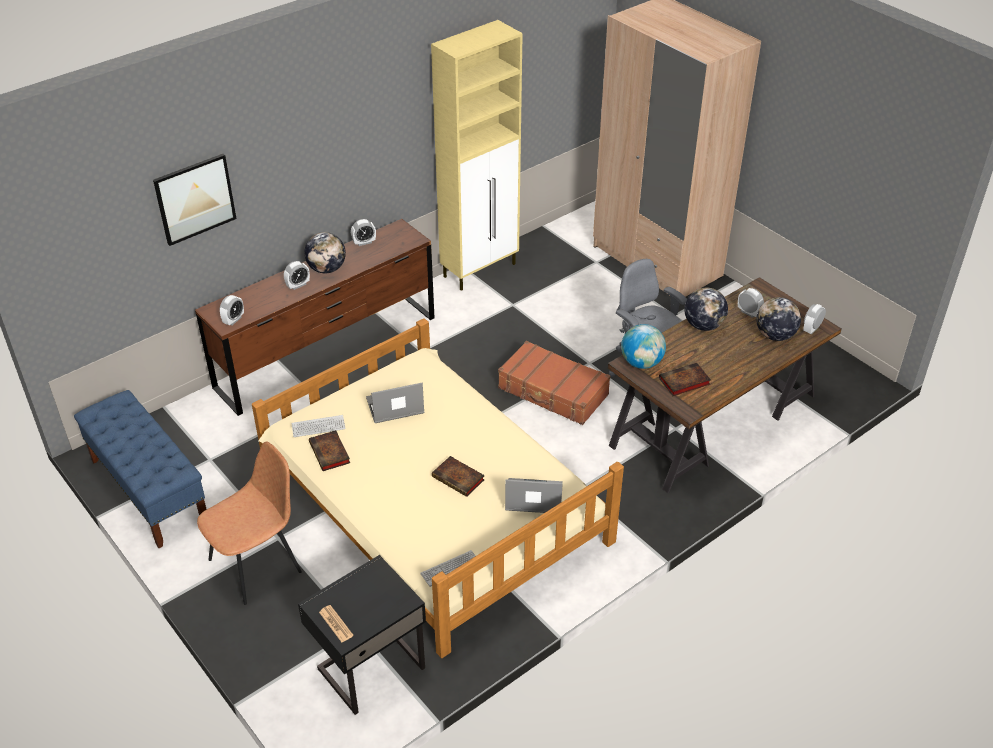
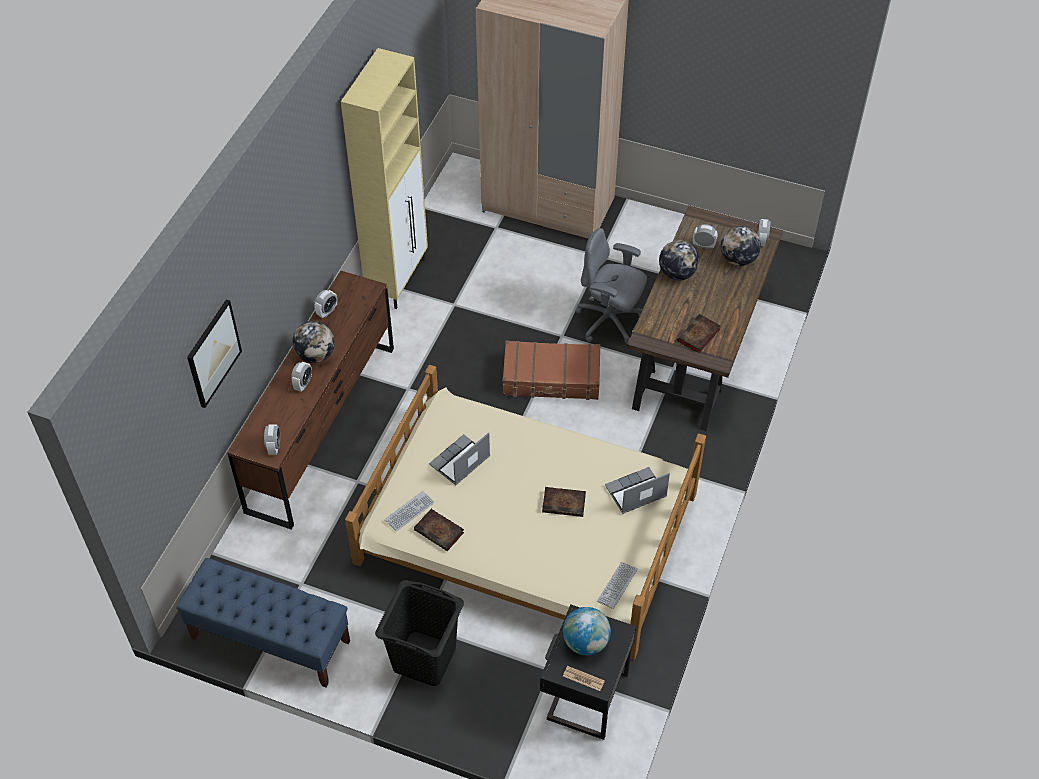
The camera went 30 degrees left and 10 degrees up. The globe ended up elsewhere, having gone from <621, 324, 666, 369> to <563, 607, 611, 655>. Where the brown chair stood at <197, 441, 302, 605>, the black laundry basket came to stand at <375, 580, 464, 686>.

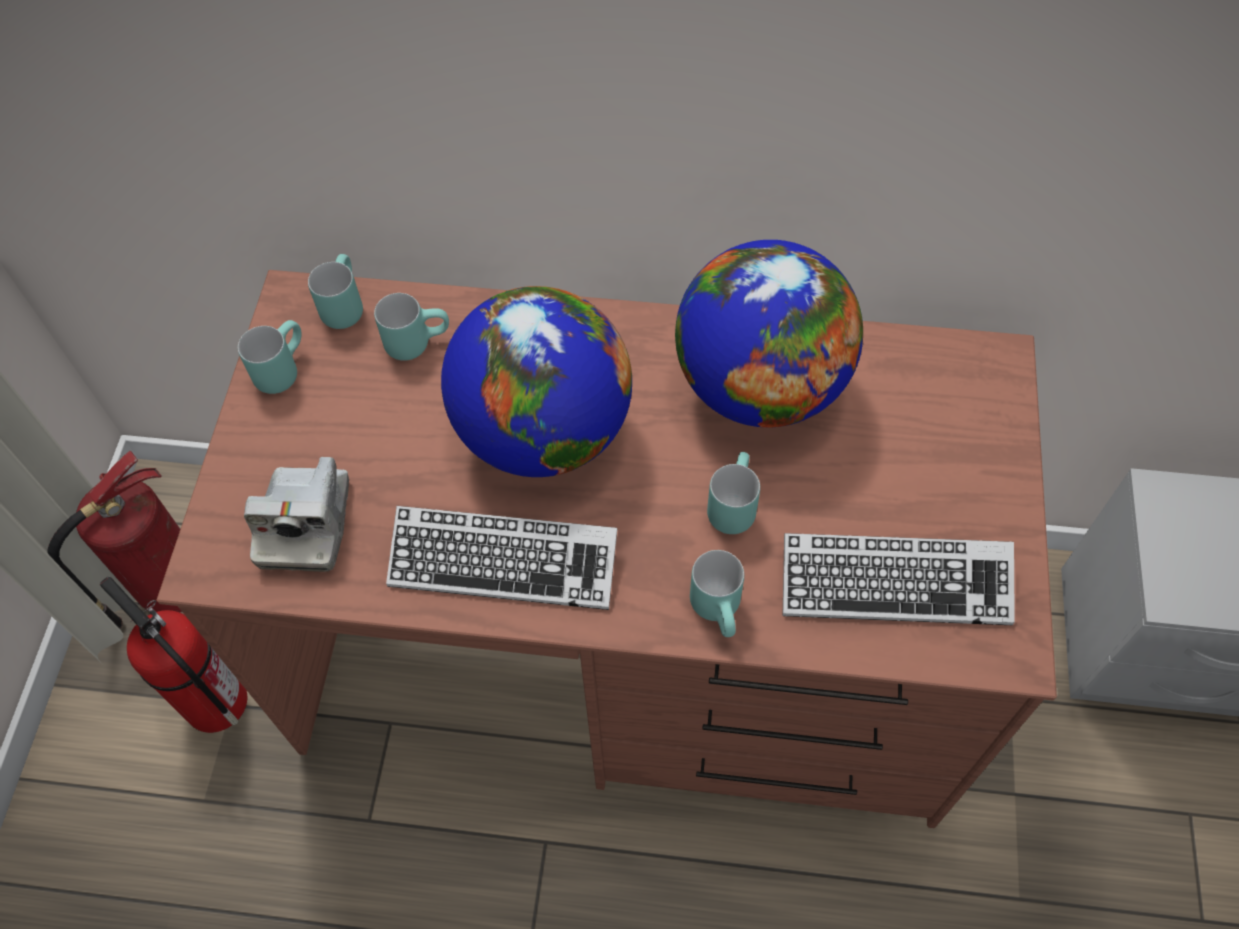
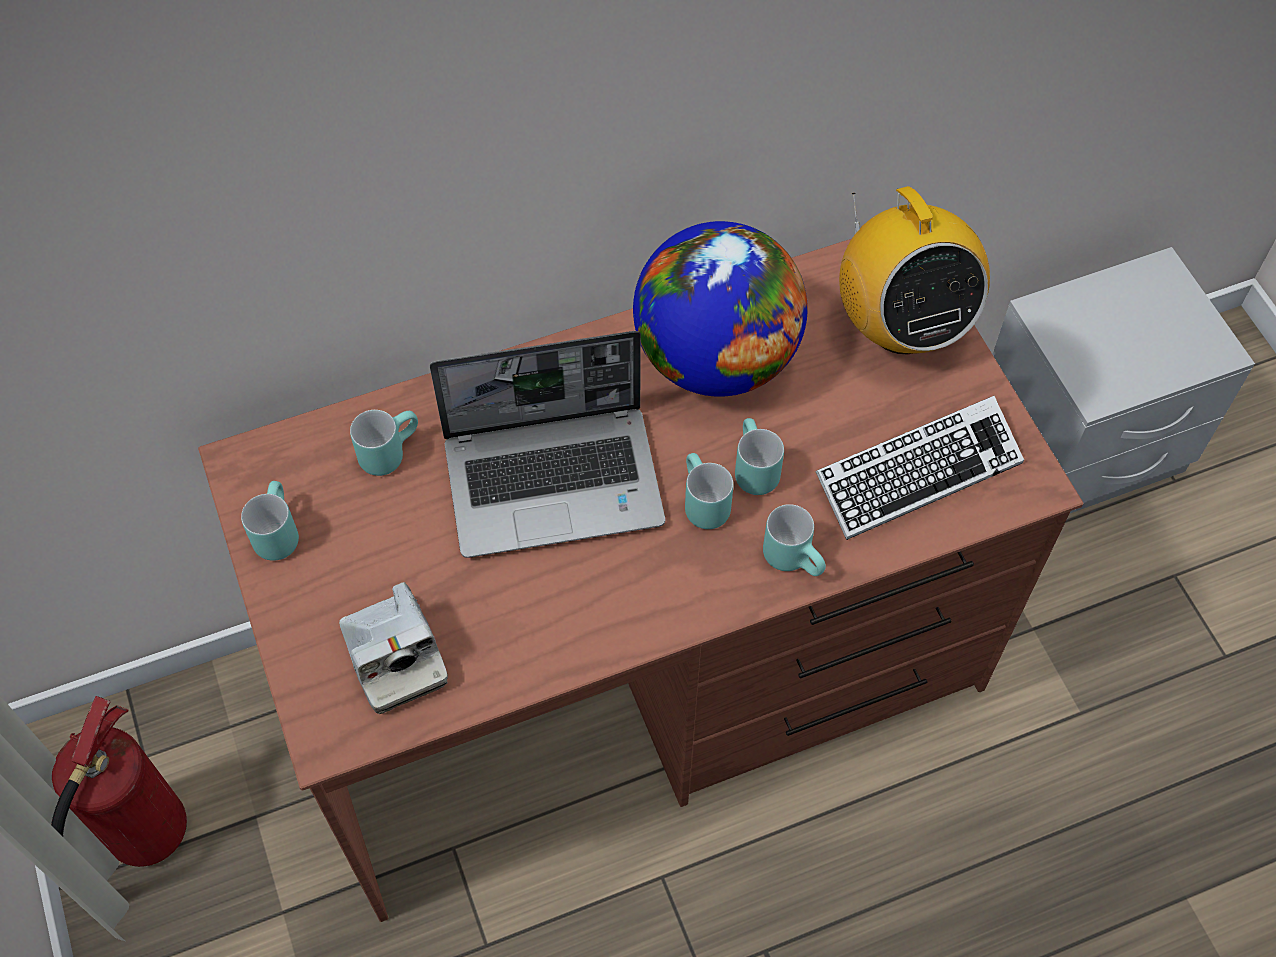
The camera went 30 degrees left and 0 degrees up. The turquoise mug ended up elsewhere, having gone from <308, 254, 363, 329> to <685, 453, 733, 529>. Where the globe stood at <441, 286, 632, 477>, the laptop came to stand at <430, 331, 665, 558>. The second view lost the keyboard at <386, 506, 618, 610>. The second view lost the fire extinguisher at <100, 577, 248, 733>. The second view gained the radio at <839, 186, 990, 354>.

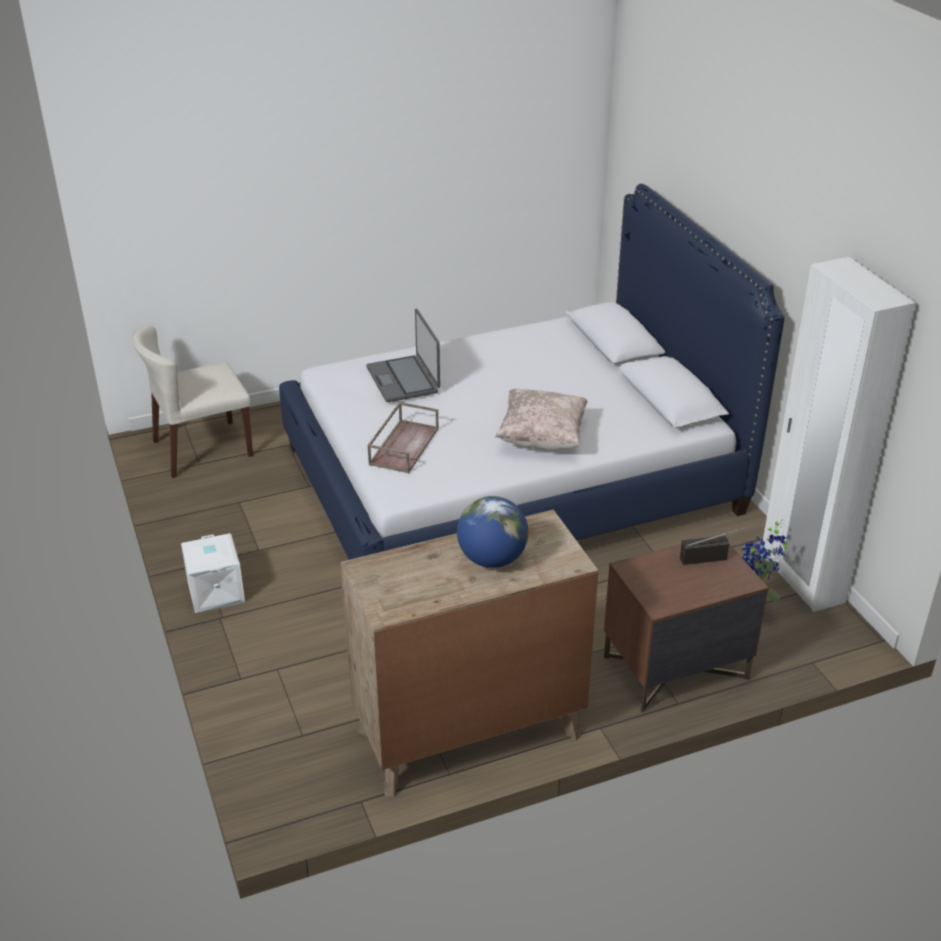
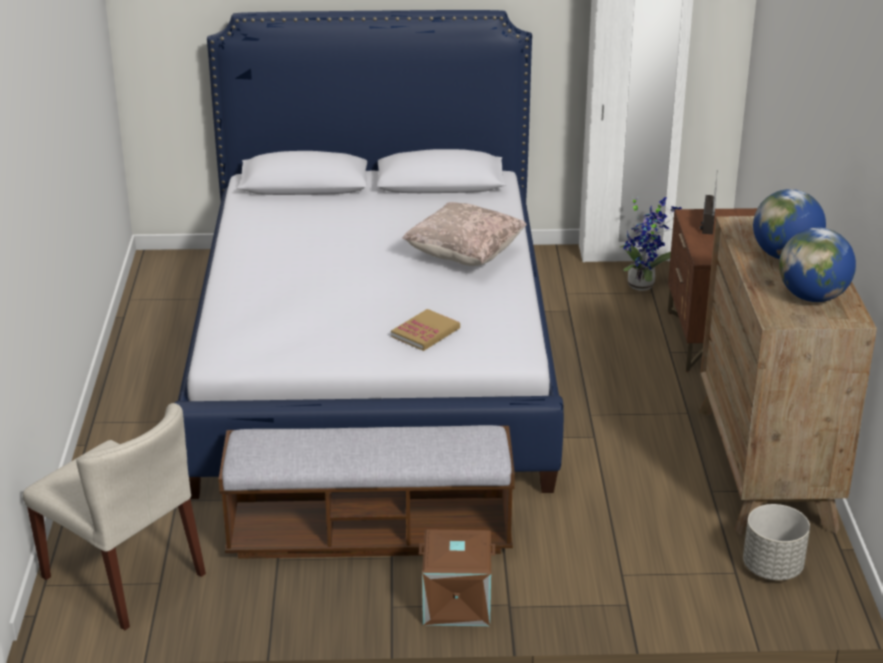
The camera went 70 degrees left and 5 degrees down. The second view lost the laptop at <367, 309, 440, 402>. The beige chair at <132, 325, 253, 478> ended up facing another way, 45 degrees counterclockwise from before. Where the brown tray stood at <367, 402, 439, 473>, the book came to stand at <391, 309, 460, 351>. What was the white storage box at <181, 533, 245, 613> turned into the brown storage box at <419, 529, 495, 626>. The second view gained the globe at <779, 227, 856, 302>. The second view gained the bench at <218, 425, 515, 559>. The second view gained the grey planter at <743, 504, 810, 580>.

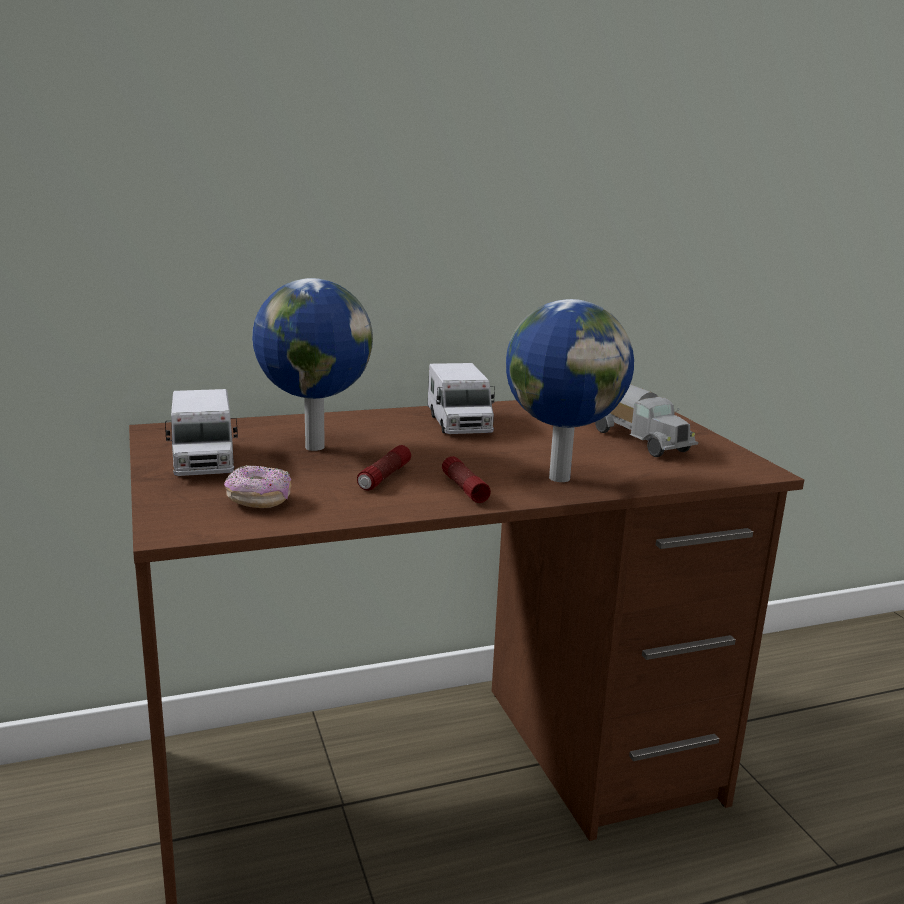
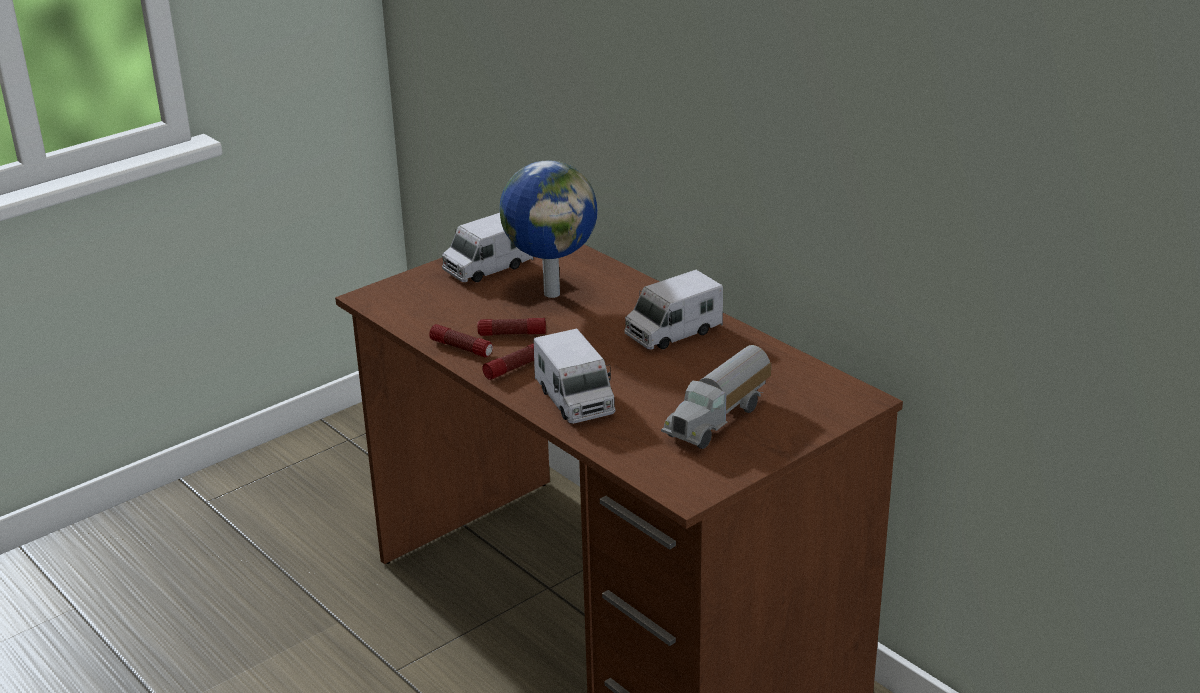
The camera went 70 degrees right and 10 degrees up. Where the globe stood at <506, 299, 634, 482>, the toy truck came to stand at <533, 329, 616, 424>. The second view lost the donut at <224, 465, 291, 508>. The second view gained the flashlight at <429, 324, 493, 357>.

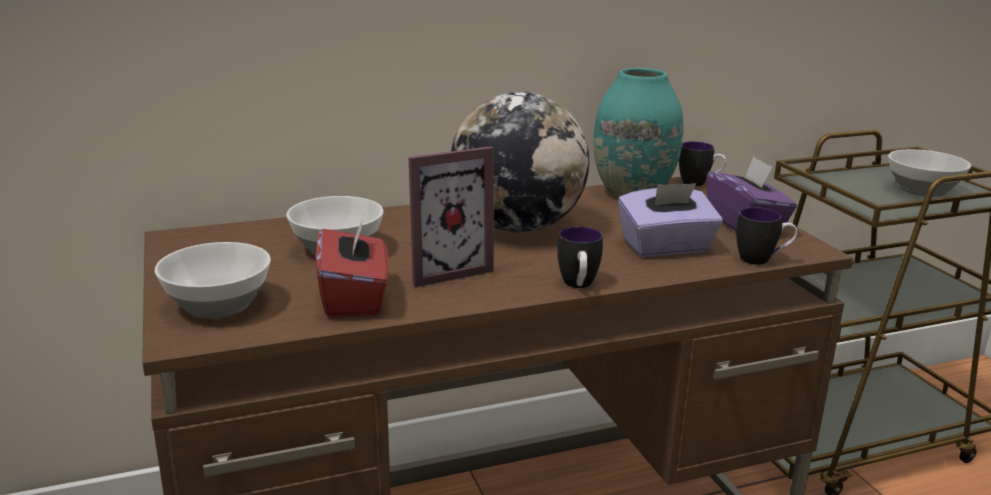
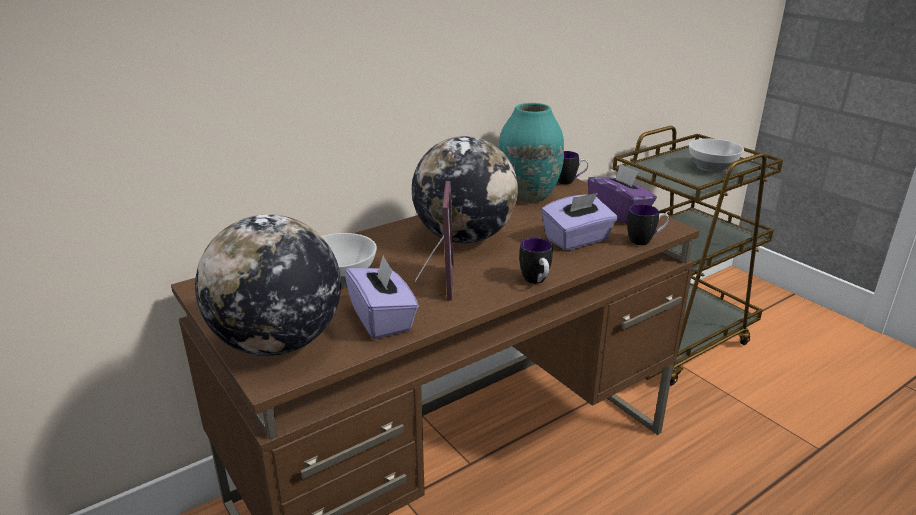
The camera went 15 degrees left and 5 degrees up. The picture frame at <409, 146, 494, 287> ended up facing another way, 45 degrees counterclockwise from before. What was the red tissue box at <316, 217, 389, 317> turned into the purple tissue box at <345, 255, 419, 339>. Where the bowl stood at <155, 242, 271, 319>, the globe came to stand at <195, 214, 341, 356>.

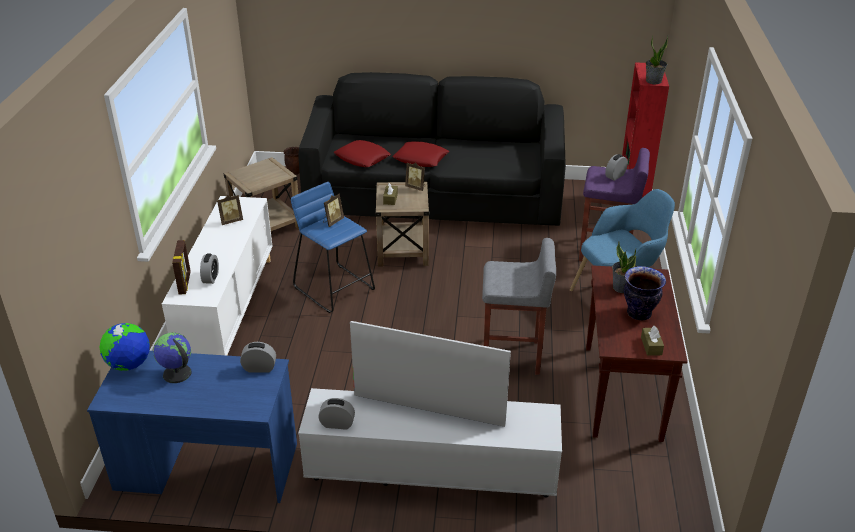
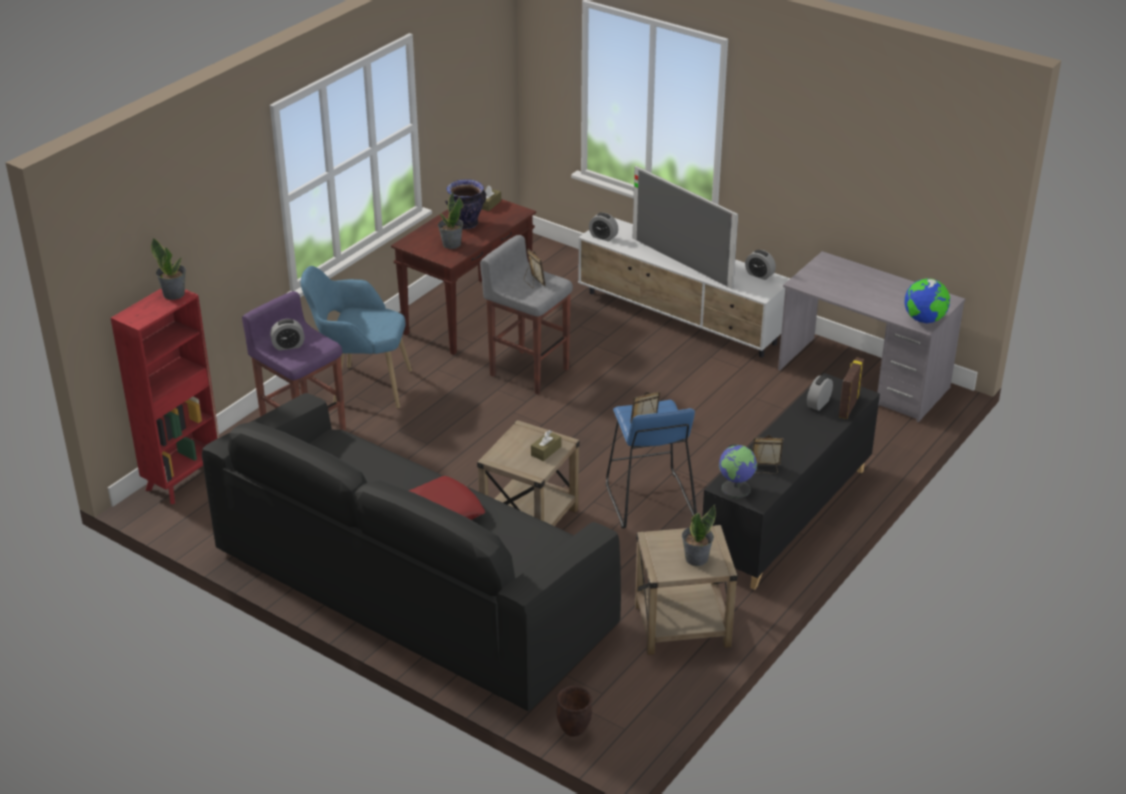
The camera went 150 degrees left and 0 degrees up. The second view lost the red pillow at <334, 140, 391, 167>. The picture frame ended up elsewhere, having gone from <405, 162, 425, 191> to <524, 249, 546, 288>. What was the white cabinet at <162, 196, 273, 356> turned into the black cabinet at <702, 373, 880, 590>. The globe ended up elsewhere, having gone from <153, 333, 192, 383> to <719, 444, 757, 498>. The alarm clock ended up elsewhere, having gone from <240, 342, 276, 372> to <589, 213, 618, 242>. What was the blue desk at <87, 351, 297, 503> turned into the grey desk at <778, 251, 965, 422>. The second view gained the potted plant at <682, 505, 716, 566>.

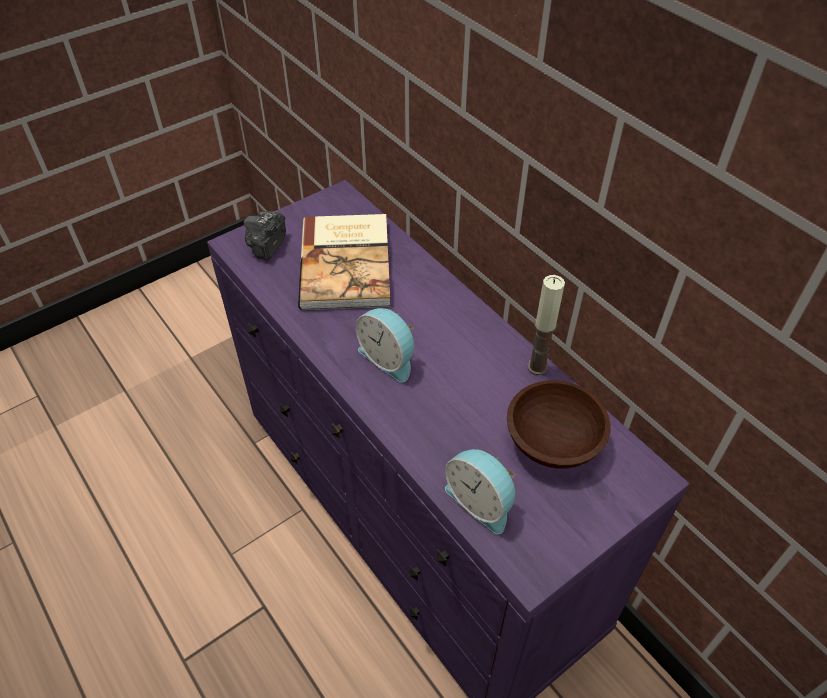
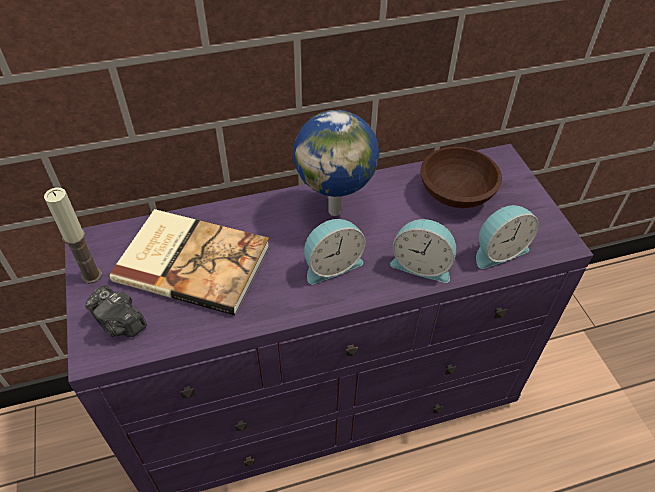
The camera went 70 degrees left and 0 degrees up. The candle ended up elsewhere, having gone from <527, 275, 565, 375> to <44, 187, 102, 284>. The second view gained the globe at <294, 110, 379, 216>. The second view gained the alarm clock at <390, 219, 456, 283>.

